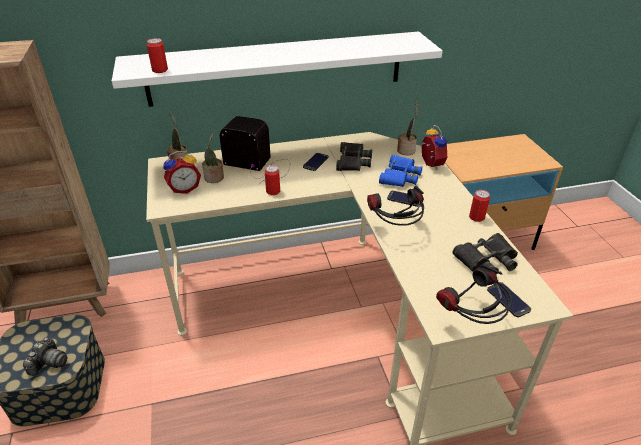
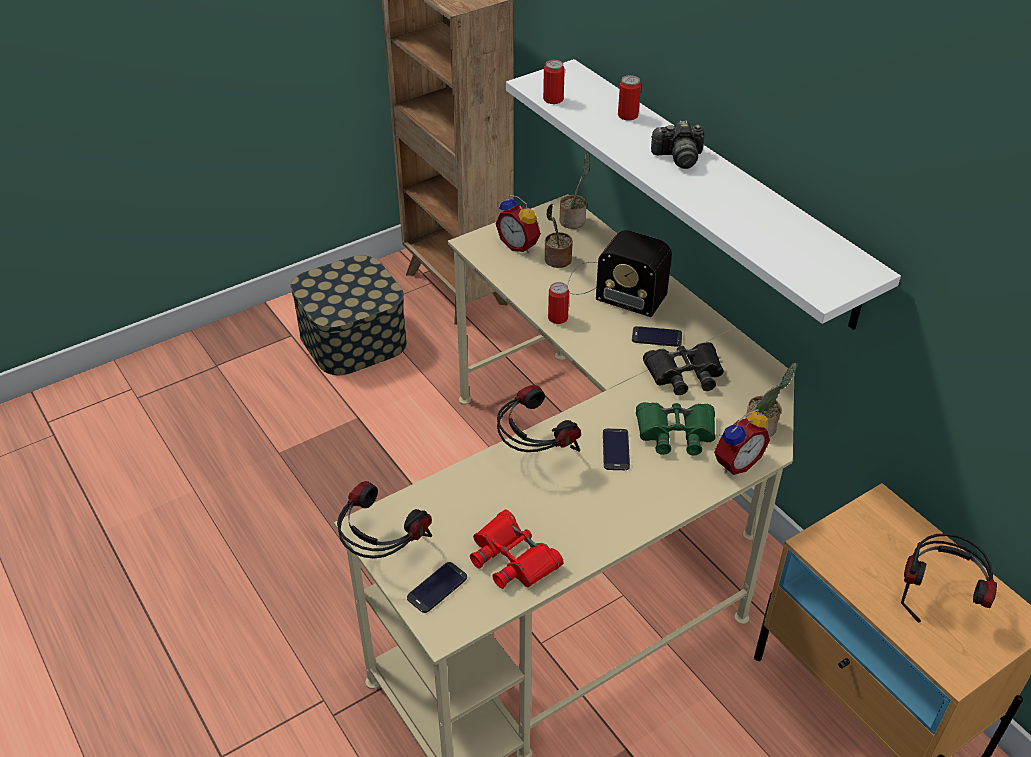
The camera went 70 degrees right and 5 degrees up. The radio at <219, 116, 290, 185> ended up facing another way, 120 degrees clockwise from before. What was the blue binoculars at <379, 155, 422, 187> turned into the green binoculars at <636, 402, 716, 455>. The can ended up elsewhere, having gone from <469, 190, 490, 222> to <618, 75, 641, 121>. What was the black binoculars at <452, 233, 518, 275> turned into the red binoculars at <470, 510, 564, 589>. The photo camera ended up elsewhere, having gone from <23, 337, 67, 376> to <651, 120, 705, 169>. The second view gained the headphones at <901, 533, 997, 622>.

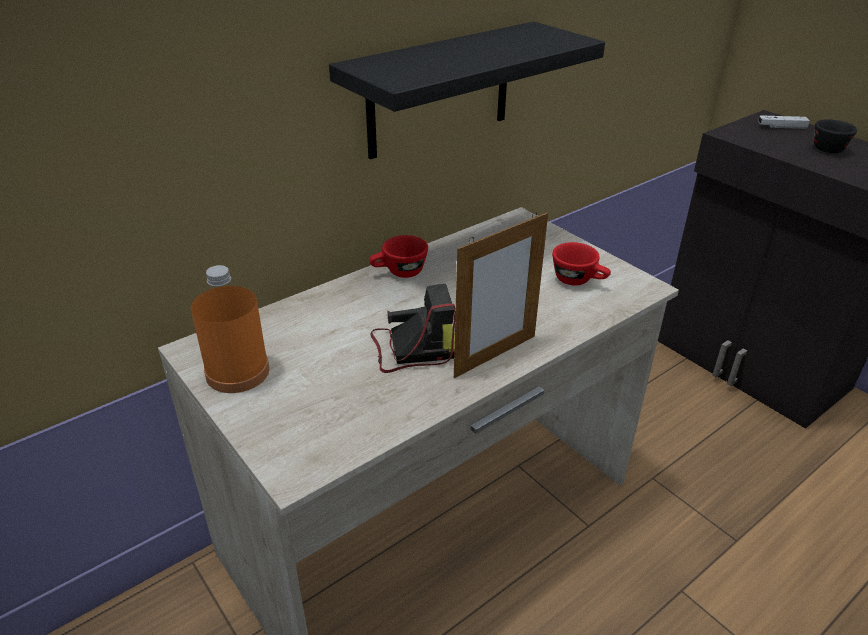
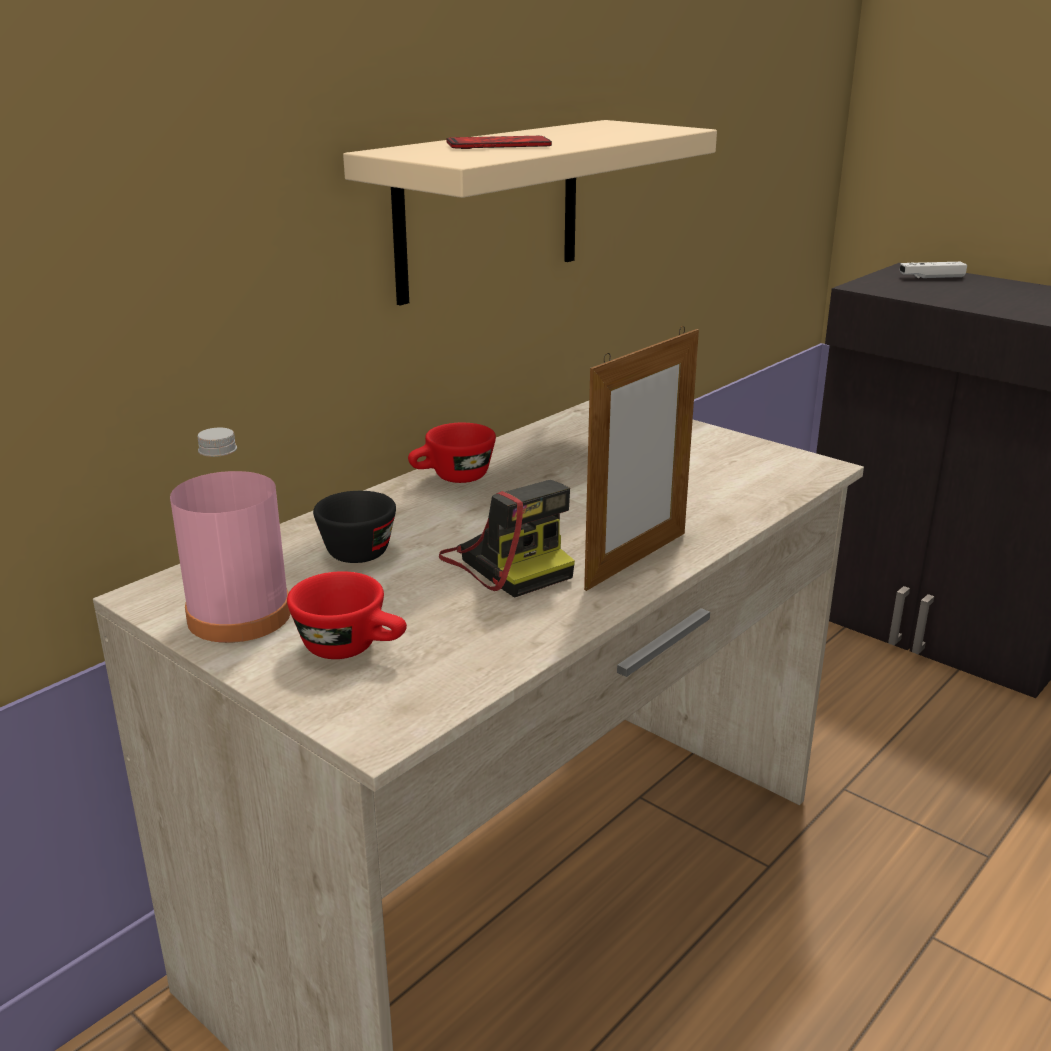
The camera went 10 degrees left and 10 degrees down. What was the black shelf at <329, 22, 605, 159> turned into the beige shelf at <343, 120, 717, 305>. The black cup ended up elsewhere, having gone from <814, 119, 857, 153> to <313, 491, 396, 563>. The red cup ended up elsewhere, having gone from <552, 242, 611, 286> to <287, 571, 407, 659>. What was the orange bottle at <191, 265, 269, 393> turned into the pink bottle at <170, 428, 291, 643>. The photo camera at <371, 284, 455, 373> ended up facing another way, 75 degrees clockwise from before. The second view gained the phone at <447, 136, 552, 149>.

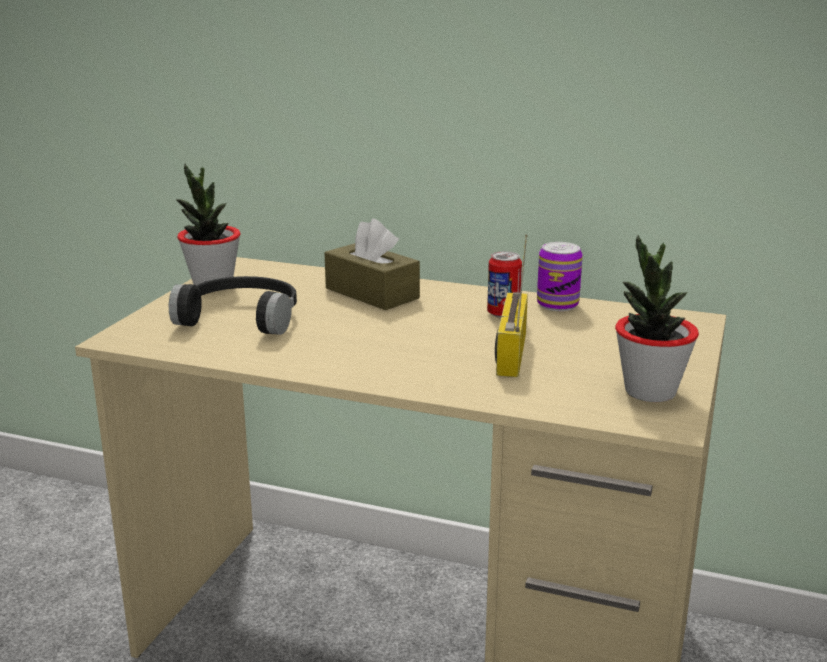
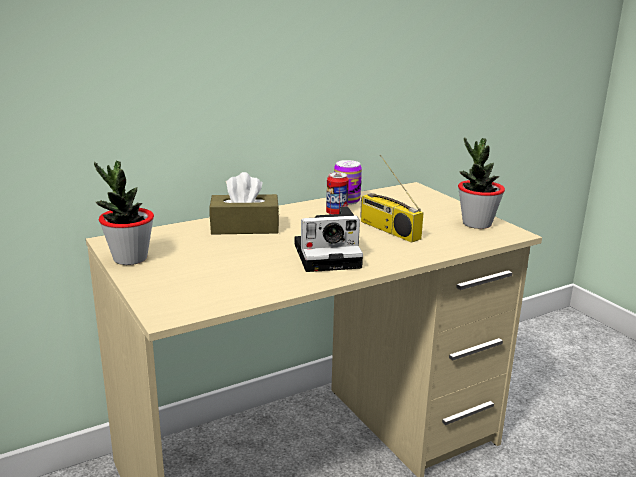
The camera went 50 degrees left and 0 degrees up. The second view lost the black headphones at <169, 276, 297, 335>. The second view gained the photo camera at <295, 206, 363, 272>.

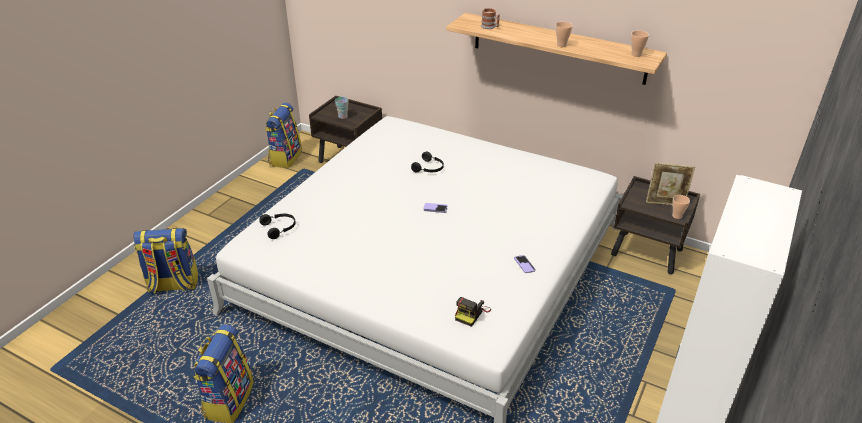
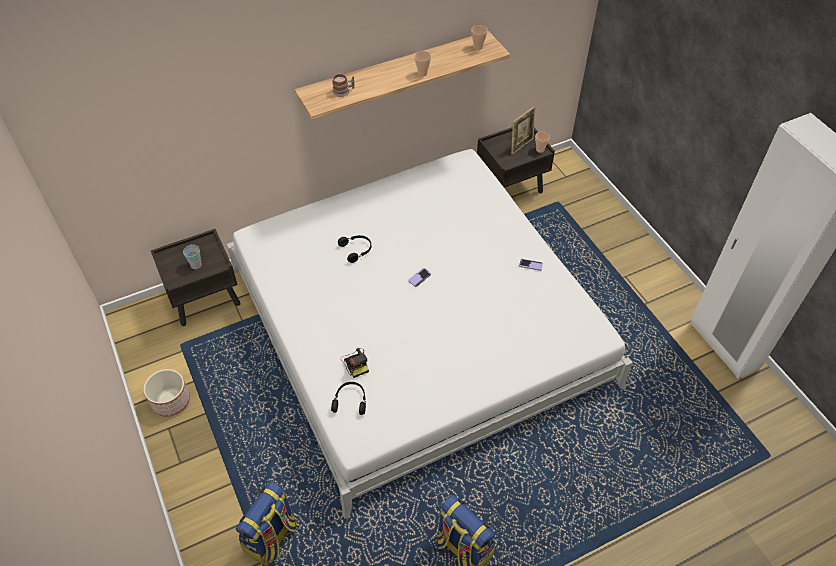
The camera went 55 degrees left and 15 degrees up. The second view lost the backpack at <265, 103, 302, 168>. The photo camera ended up elsewhere, having gone from <455, 297, 491, 327> to <341, 348, 369, 378>. The second view gained the planter at <144, 369, 190, 417>.

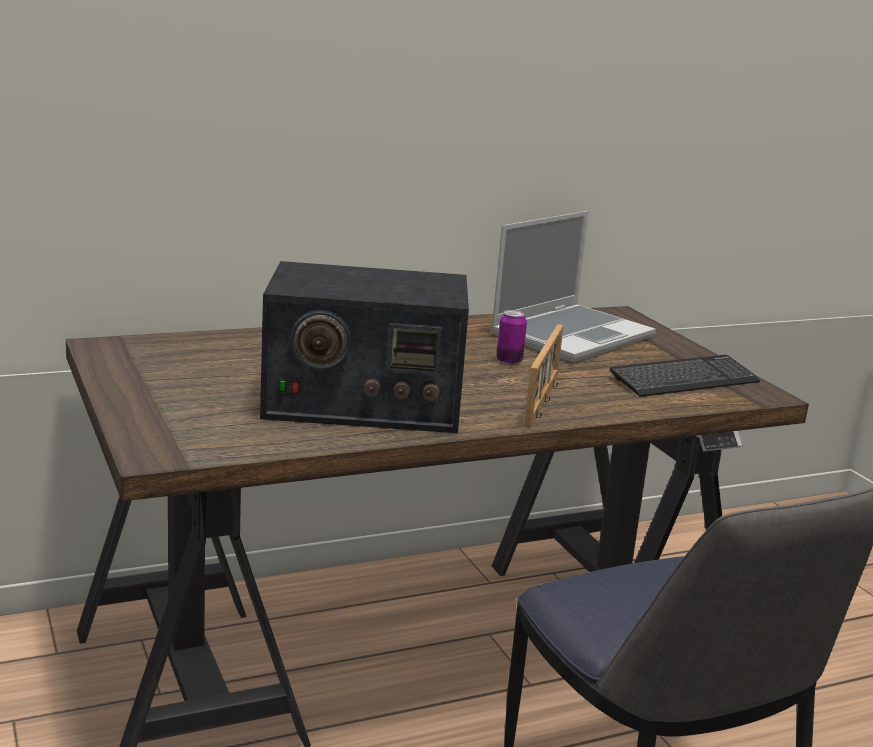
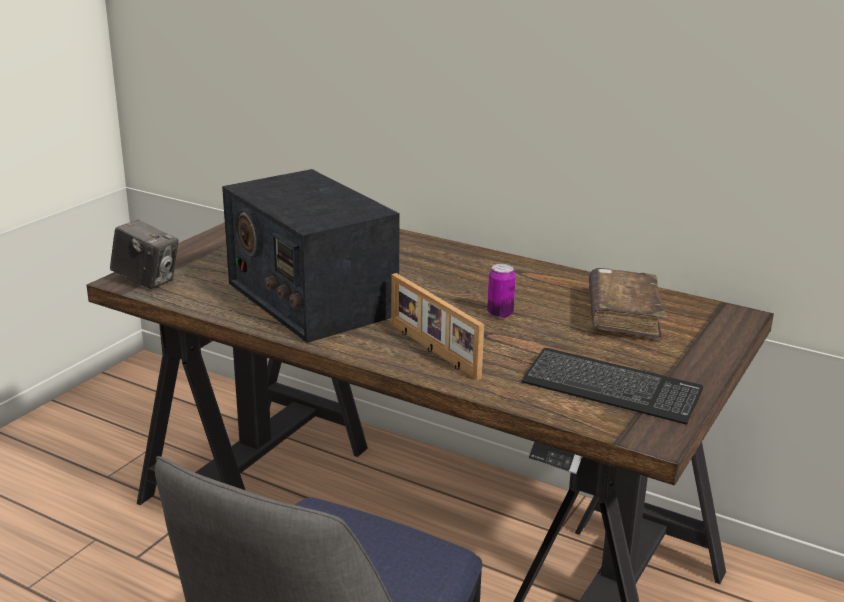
The camera went 55 degrees right and 5 degrees up. Where the laptop stood at <491, 211, 656, 362>, the brown book came to stand at <589, 268, 666, 340>. The picture frame at <524, 324, 564, 428> ended up facing another way, 75 degrees clockwise from before. The second view gained the photo camera at <110, 220, 179, 289>.

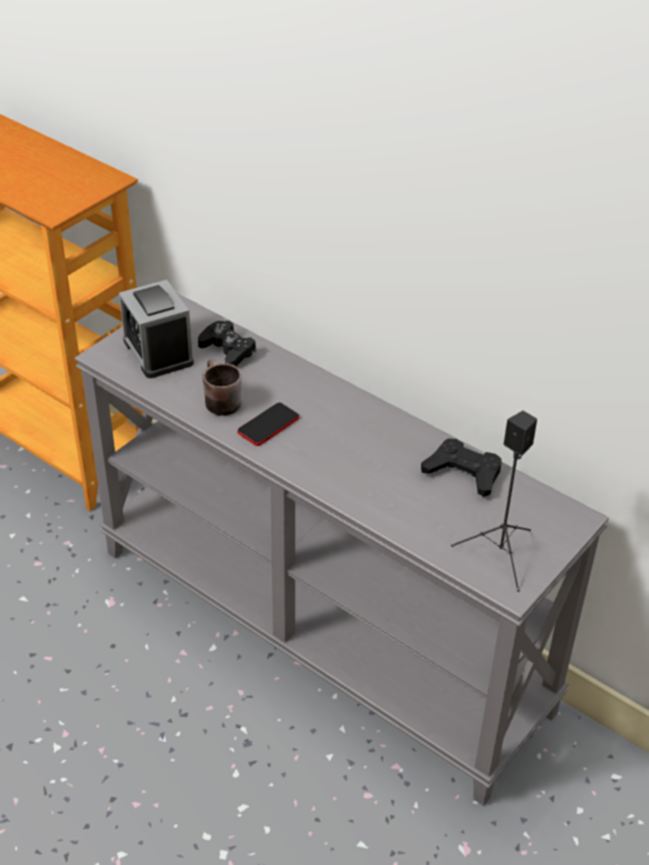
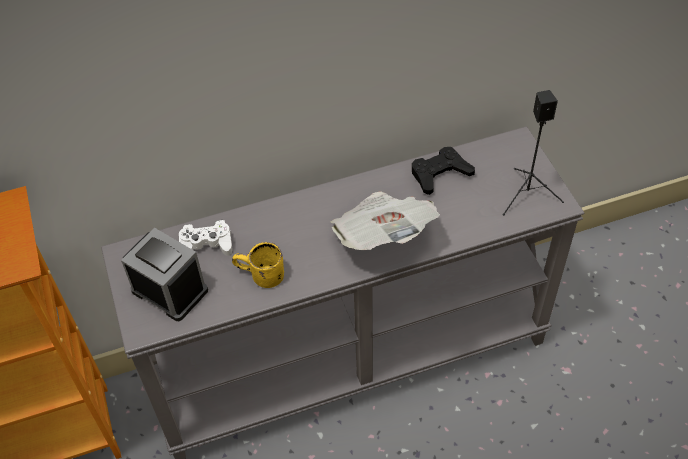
The camera went 55 degrees left and 10 degrees up. The alarm clock at <119, 280, 194, 378> ended up facing another way, 150 degrees counterclockwise from before. What was the black game controller at <198, 321, 256, 366> turned into the white game controller at <179, 220, 233, 256>. What was the brown mug at <203, 360, 242, 416> turned into the yellow mug at <232, 242, 284, 288>. The second view lost the phone at <237, 402, 299, 446>. The second view gained the newspaper at <330, 191, 440, 250>.

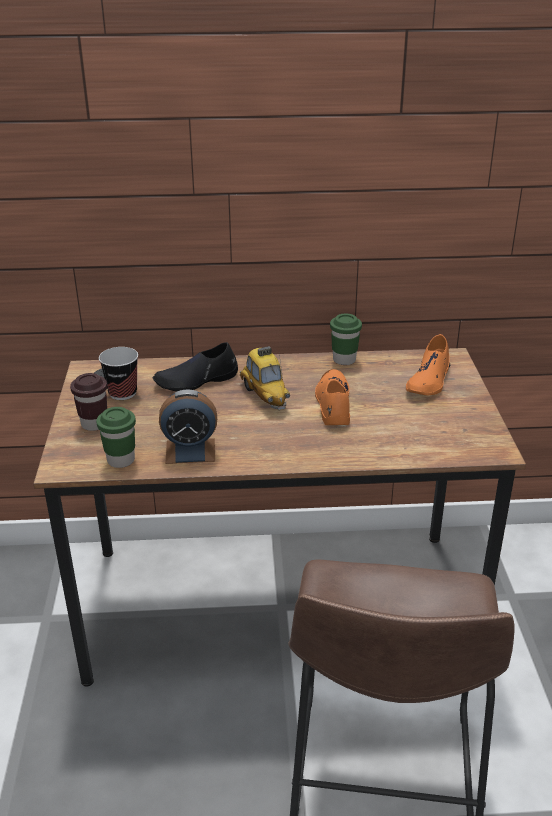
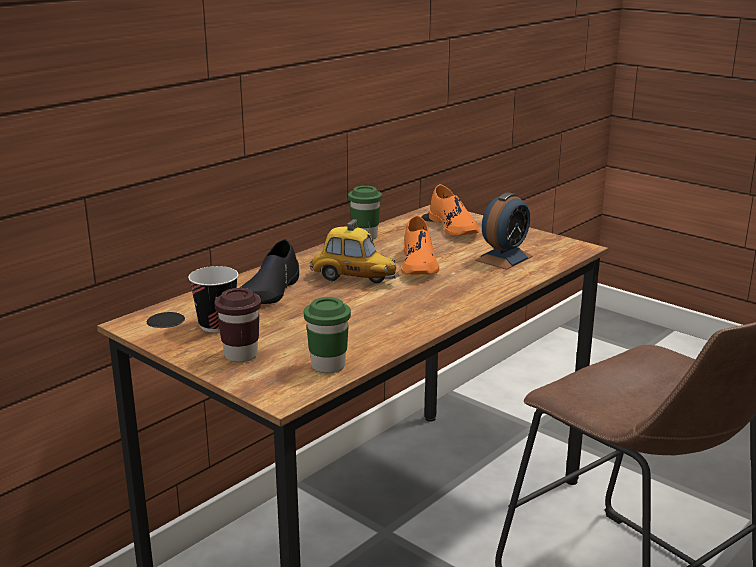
The camera went 45 degrees left and 10 degrees down. The orange shoe at <315, 369, 350, 425> ended up facing another way, 135 degrees counterclockwise from before. The alarm clock ended up elsewhere, having gone from <159, 390, 217, 464> to <475, 192, 533, 270>.

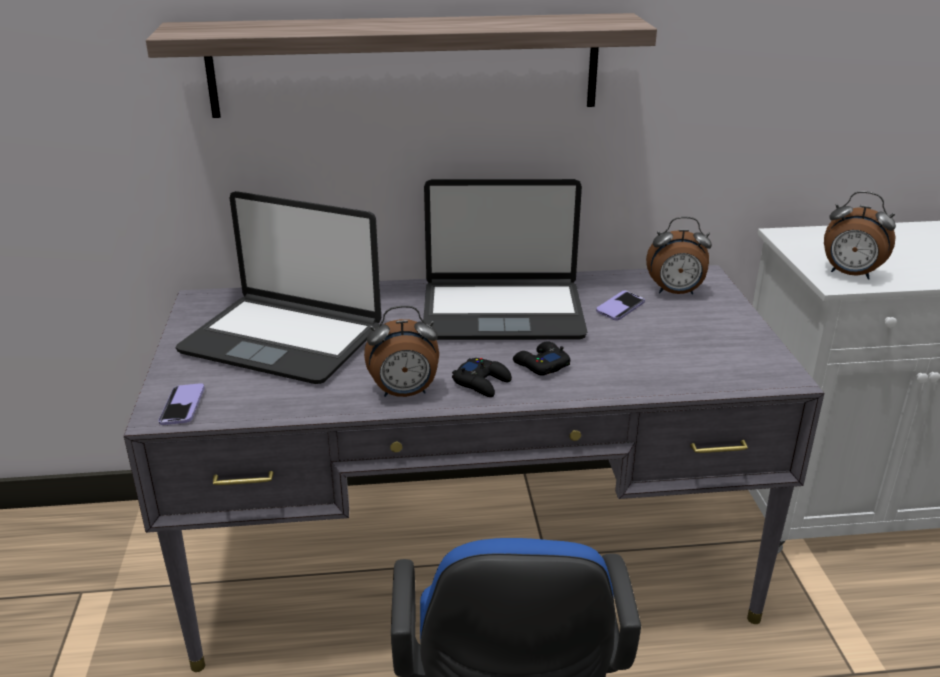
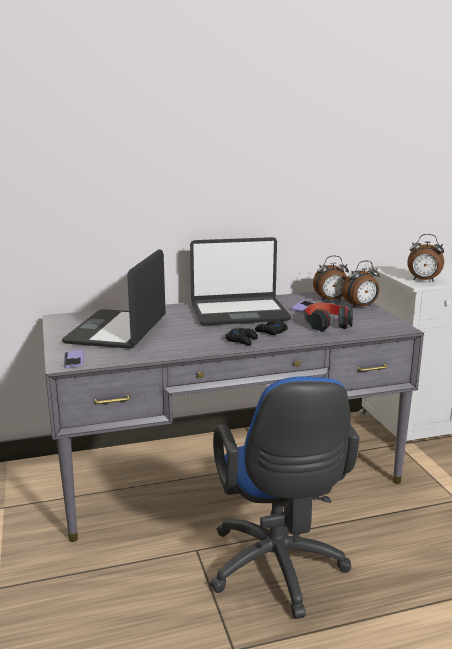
The camera went 10 degrees left and 10 degrees down. The second view lost the shelf at <146, 13, 657, 118>. The laptop at <176, 191, 381, 384> ended up facing another way, 90 degrees clockwise from before. The alarm clock ended up elsewhere, having gone from <364, 306, 439, 397> to <342, 261, 380, 308>. The second view gained the headphones at <304, 302, 353, 332>.

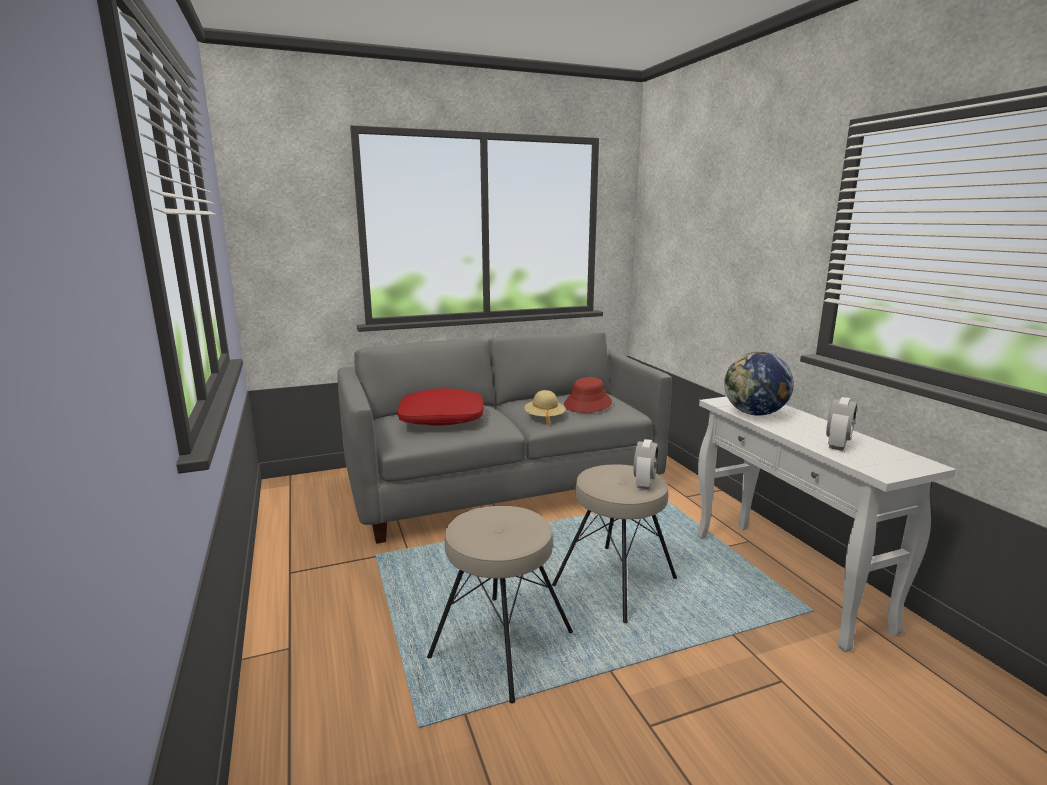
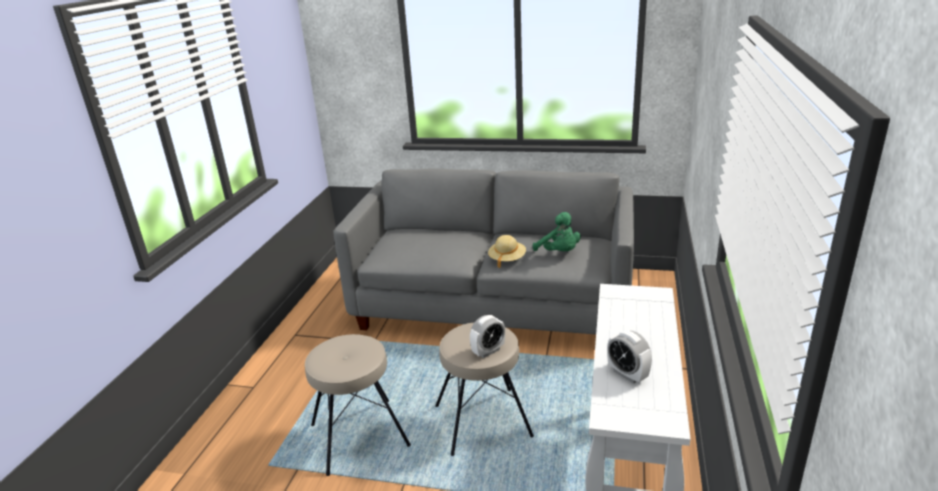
The camera went 35 degrees right and 10 degrees up. The second view lost the globe at <724, 352, 794, 416>. Where the red hat stood at <564, 377, 612, 413>, the green plush toy came to stand at <533, 212, 581, 251>. The second view lost the red pillow at <397, 388, 484, 426>. The alarm clock at <826, 397, 857, 451> ended up facing another way, 75 degrees clockwise from before.

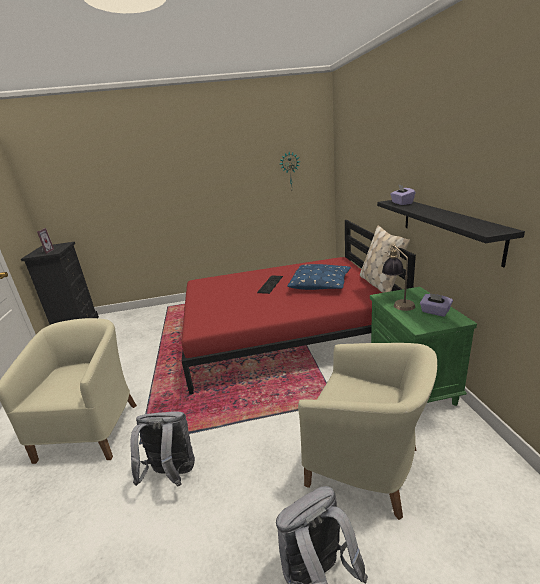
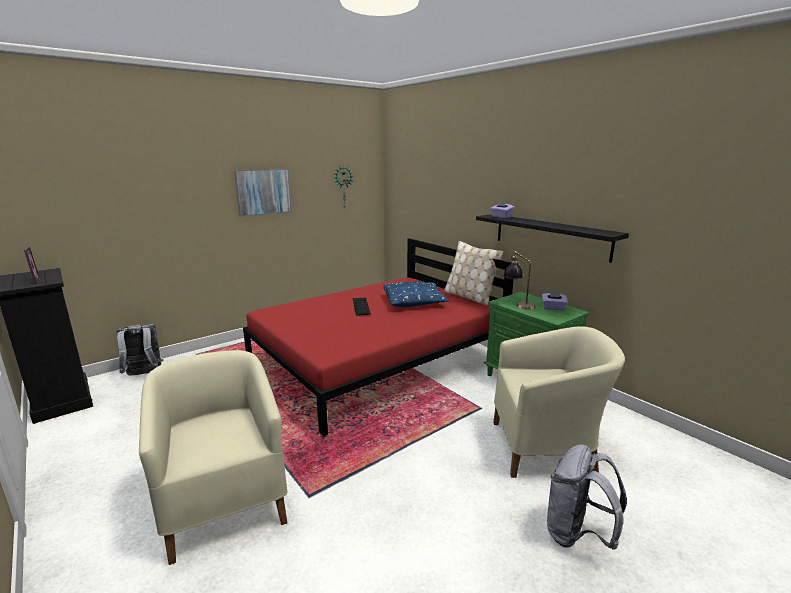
The camera went 30 degrees left and 5 degrees down. The grey backpack ended up elsewhere, having gone from <130, 411, 195, 487> to <116, 324, 163, 376>. The second view gained the picture at <234, 169, 292, 217>.

